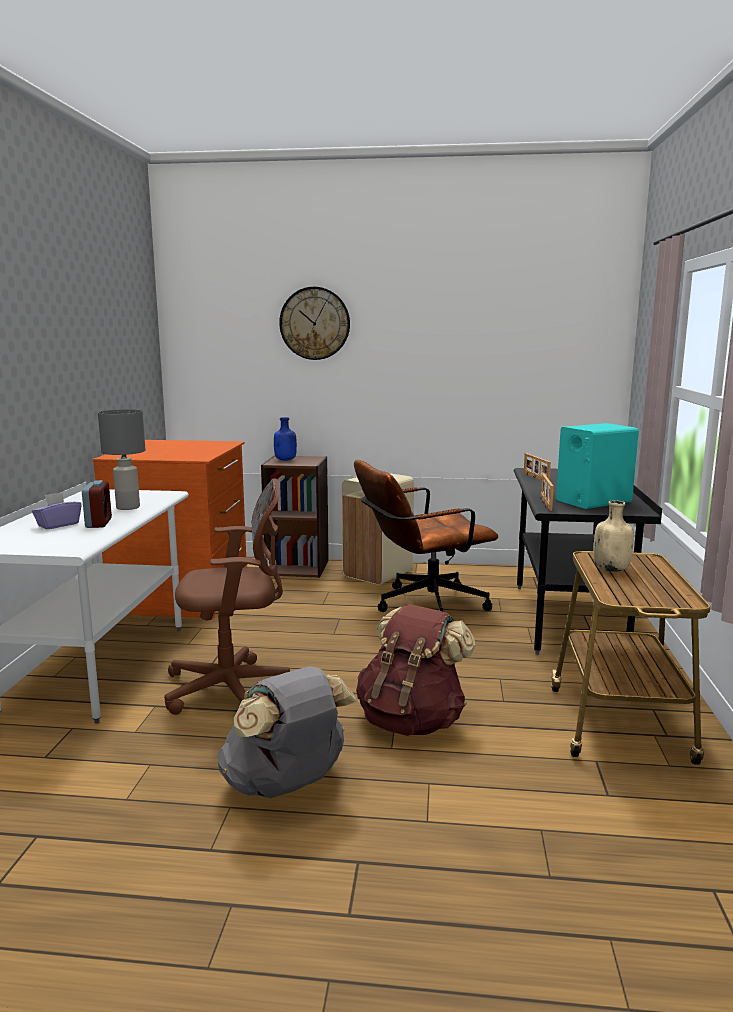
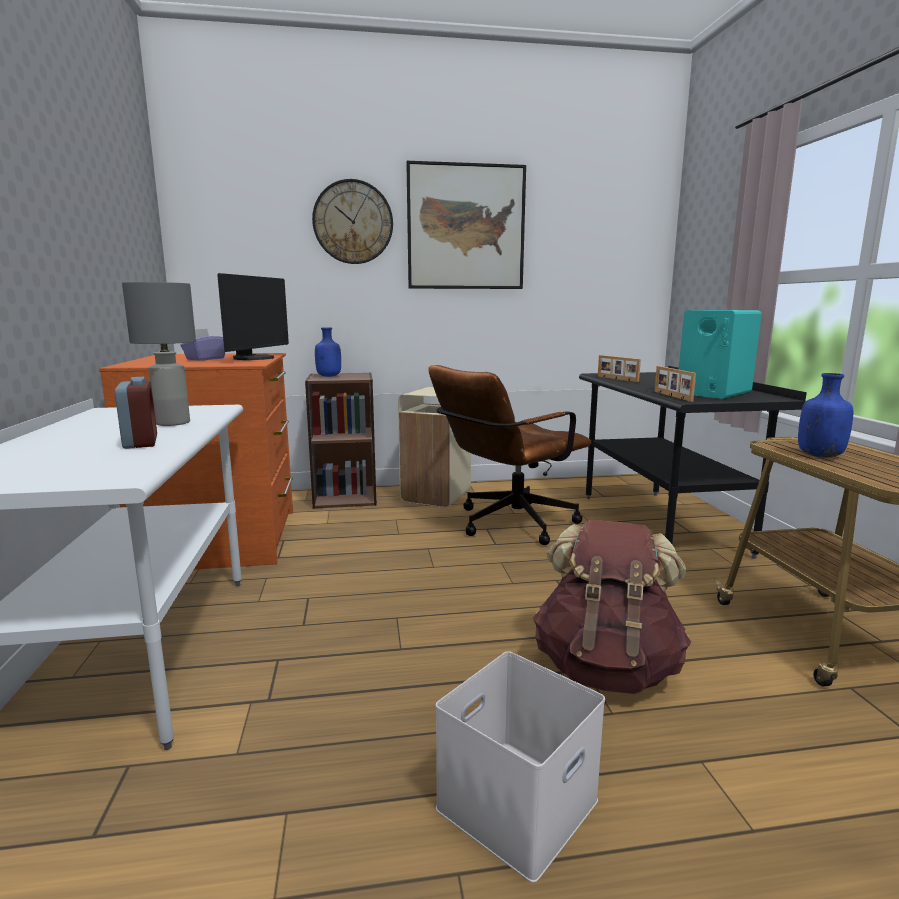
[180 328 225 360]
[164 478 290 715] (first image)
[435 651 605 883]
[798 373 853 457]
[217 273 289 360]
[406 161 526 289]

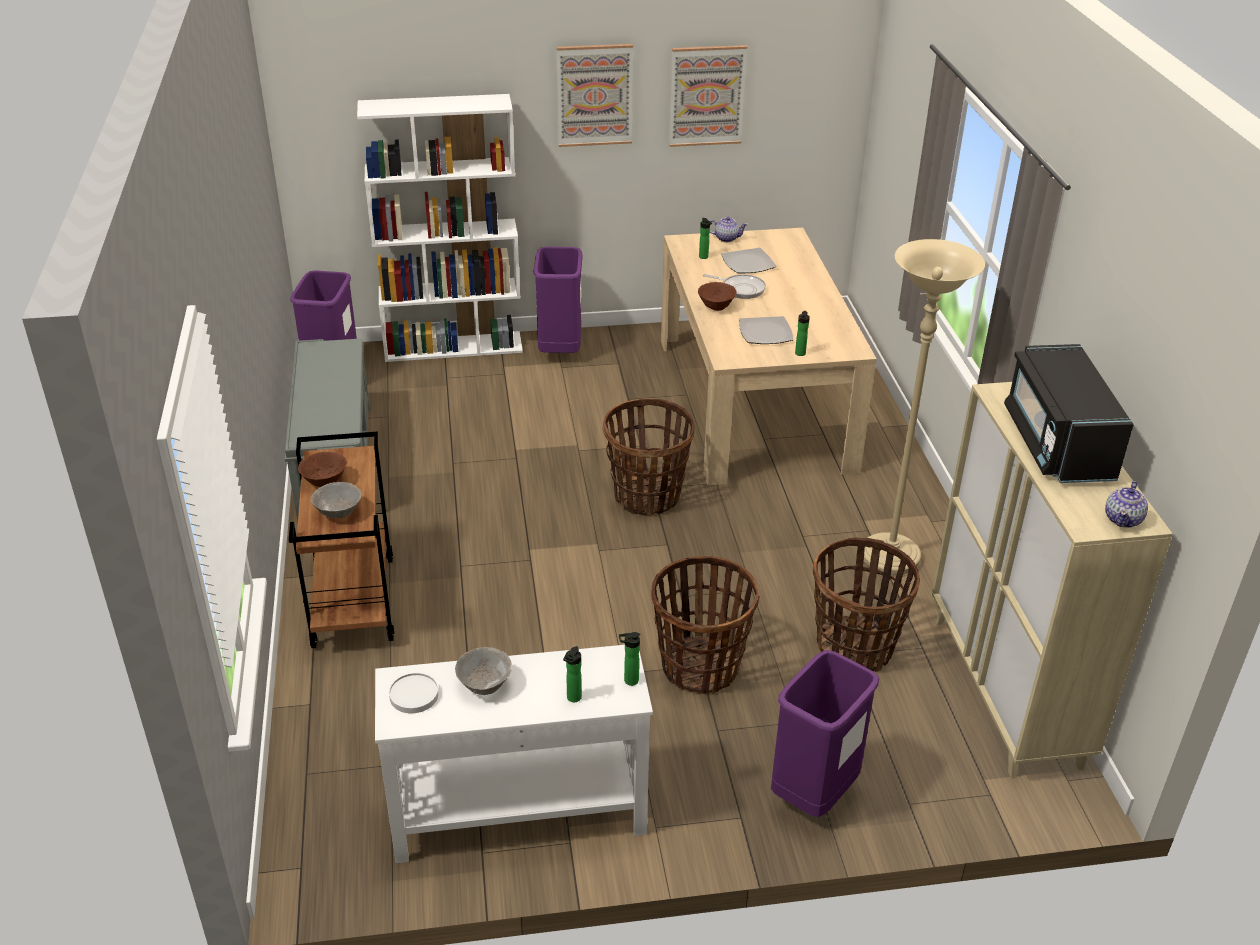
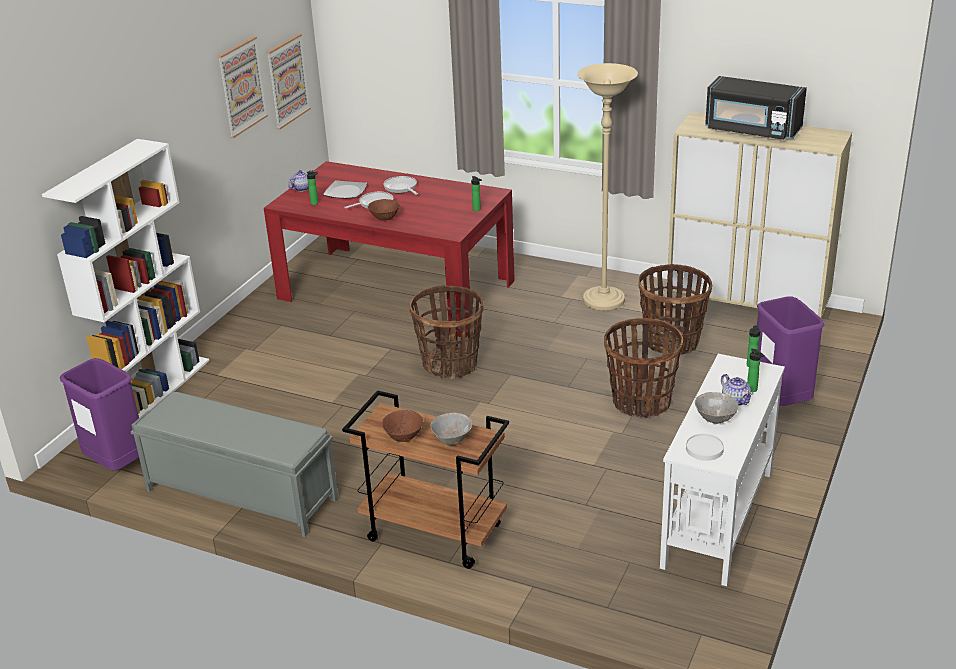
[534 247 583 353] (first image)
[266 34 311 130]
[264 161 515 338]
[739 316 794 344] (first image)
[721 374 753 406]
[384 176 418 195]

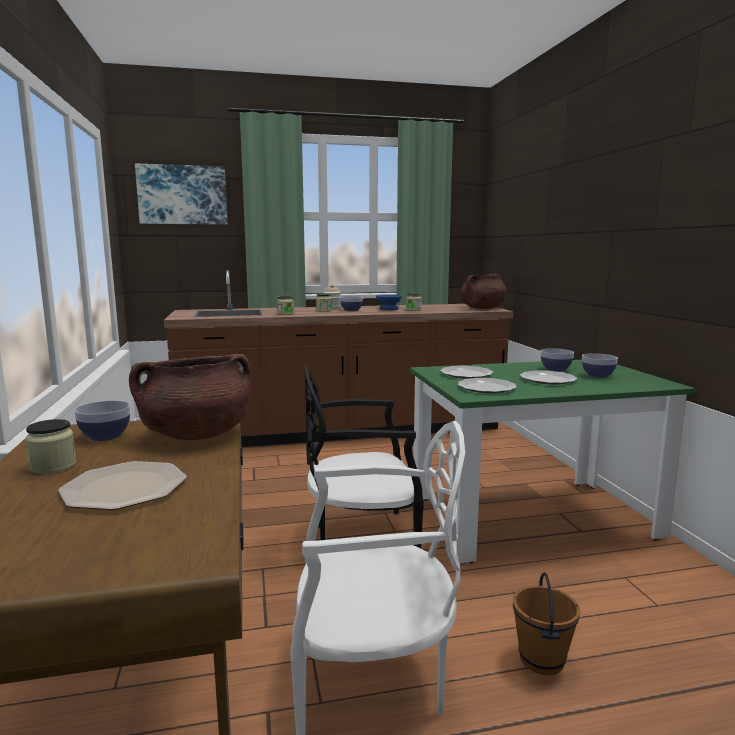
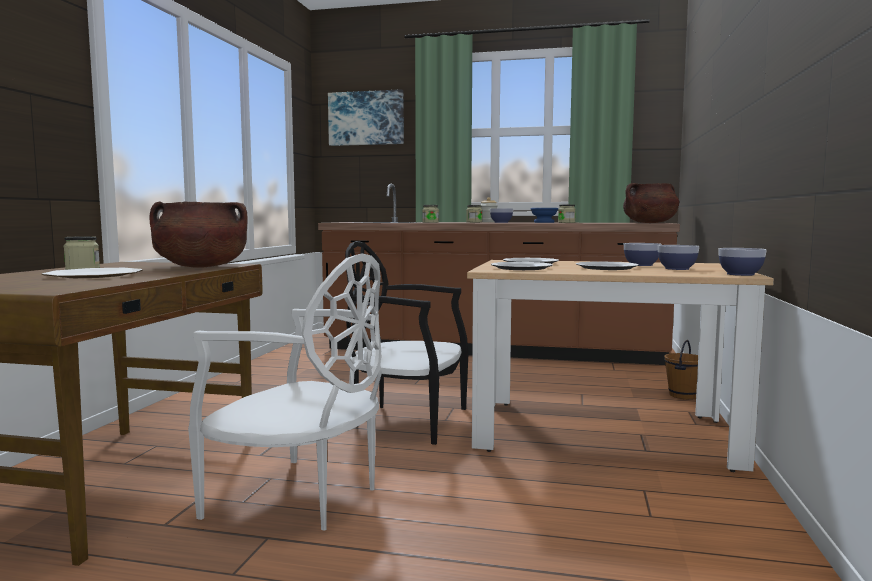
[719 248 766 276]
[467 260 774 472]
[664 340 698 399]

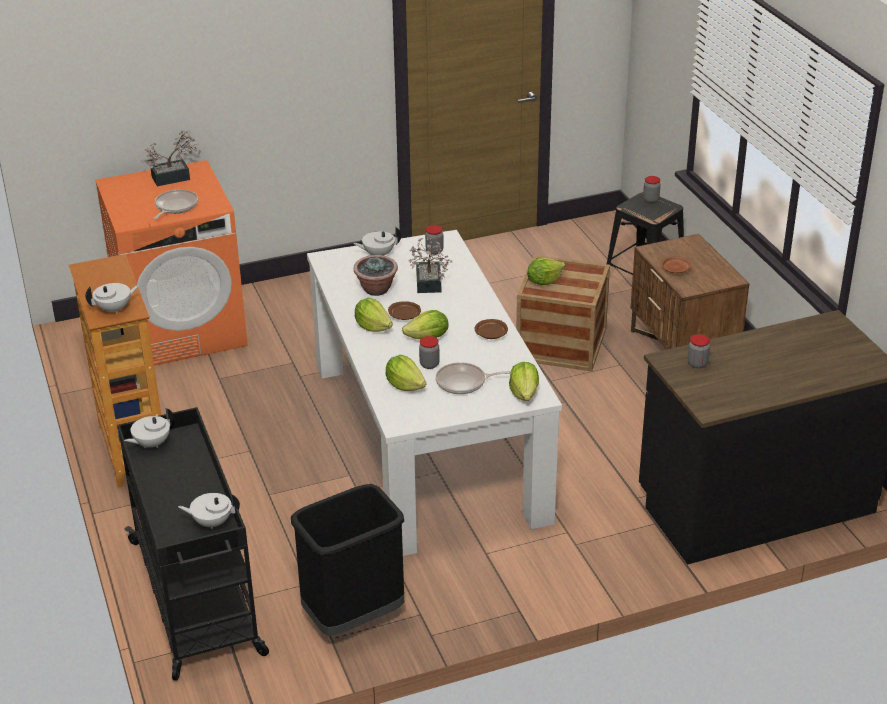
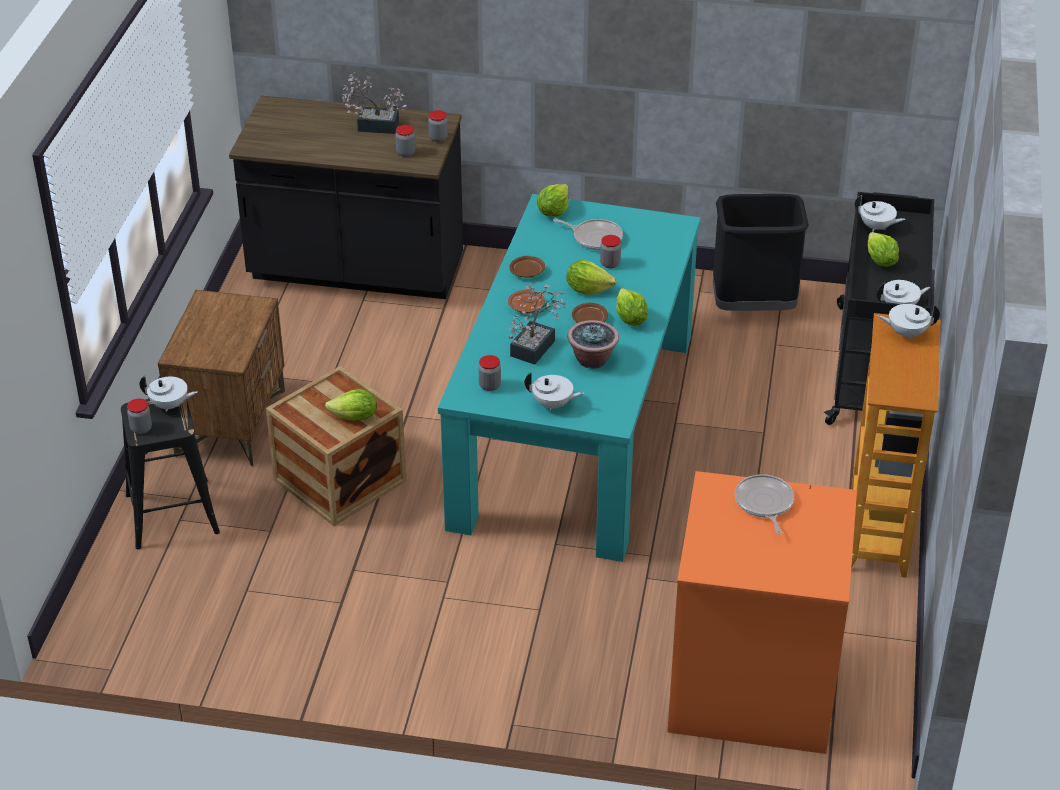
[342 72 407 134]
[735 474 794 535]
[438 194 701 562]
[868 232 899 267]
[508 290 545 313]
[139 376 198 412]
[428 110 448 142]

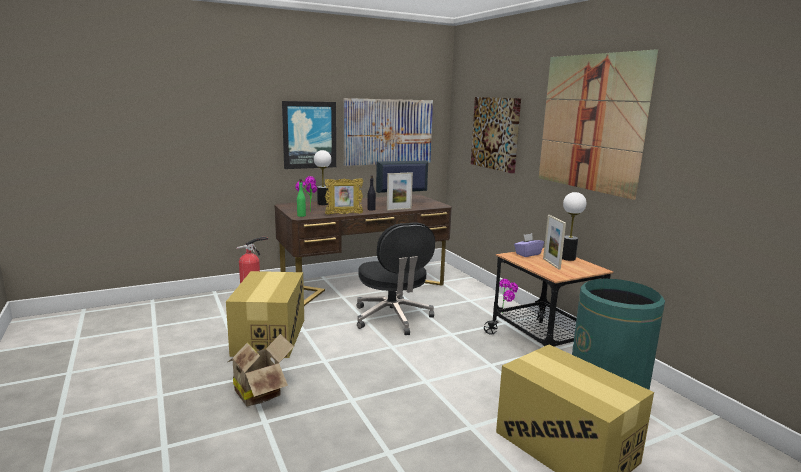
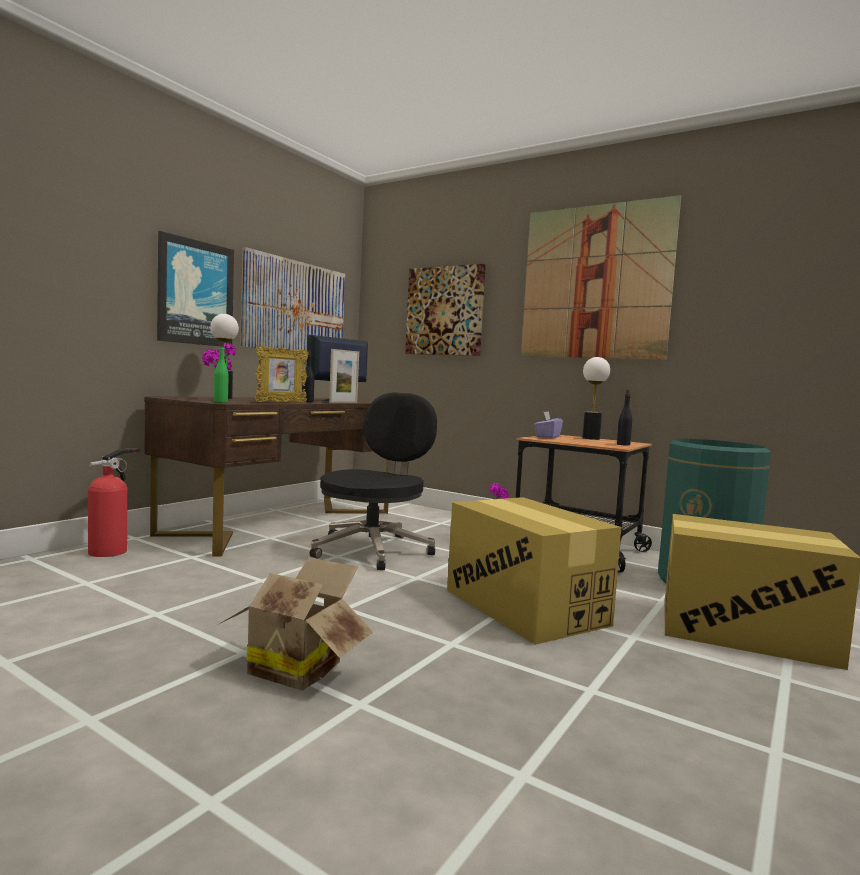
[447 497 621 645]
[310 392 437 570]
[543 215 566 269] (first image)
[617 389 632 446]

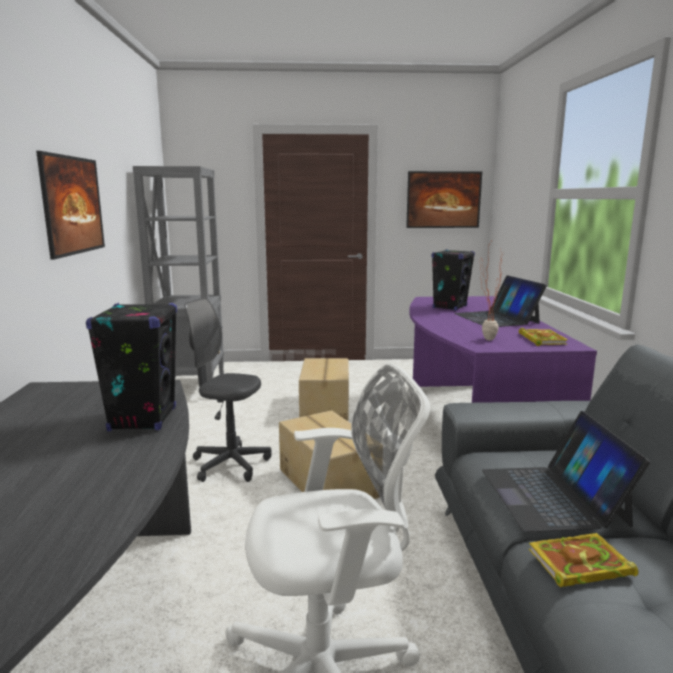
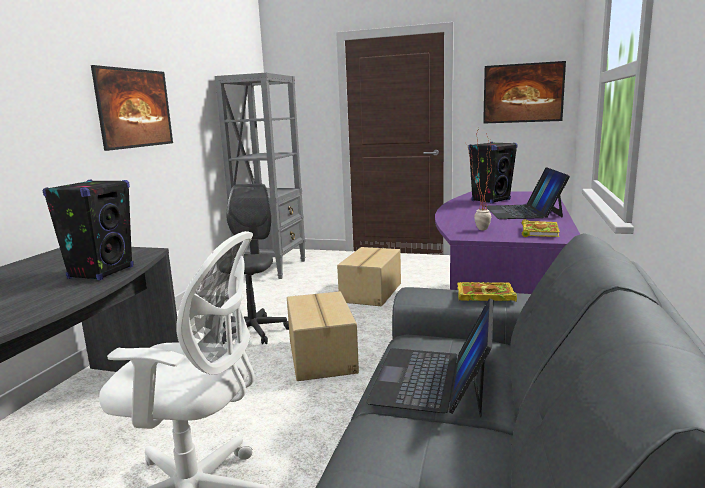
[221 184 289 344]
[457 282 517 302]

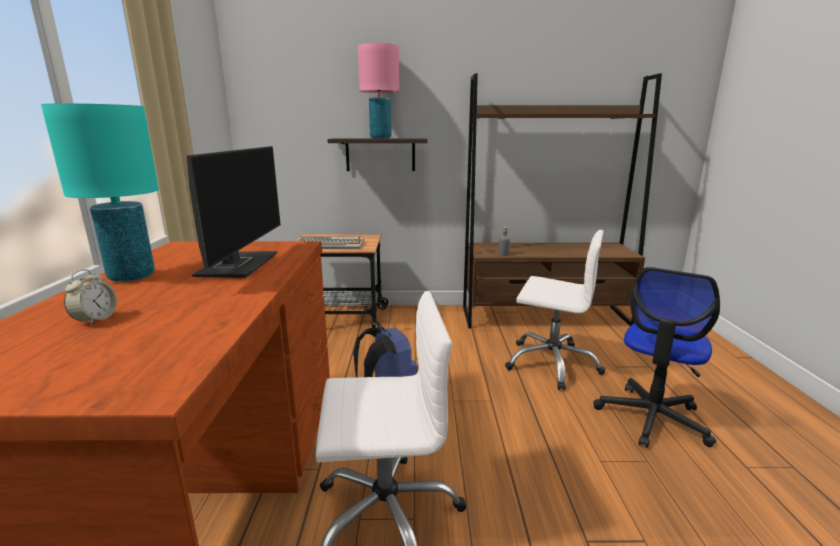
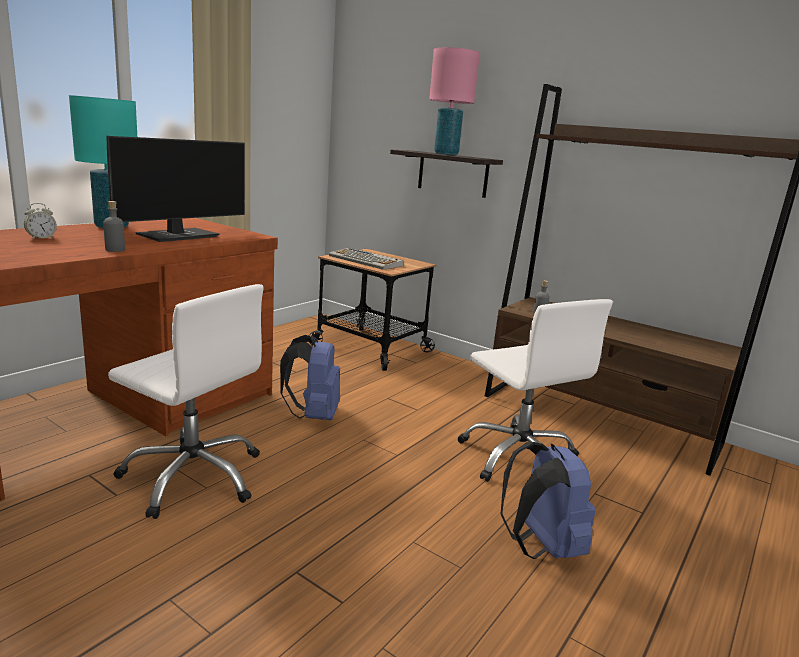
[501 442 596 559]
[103 201 125 252]

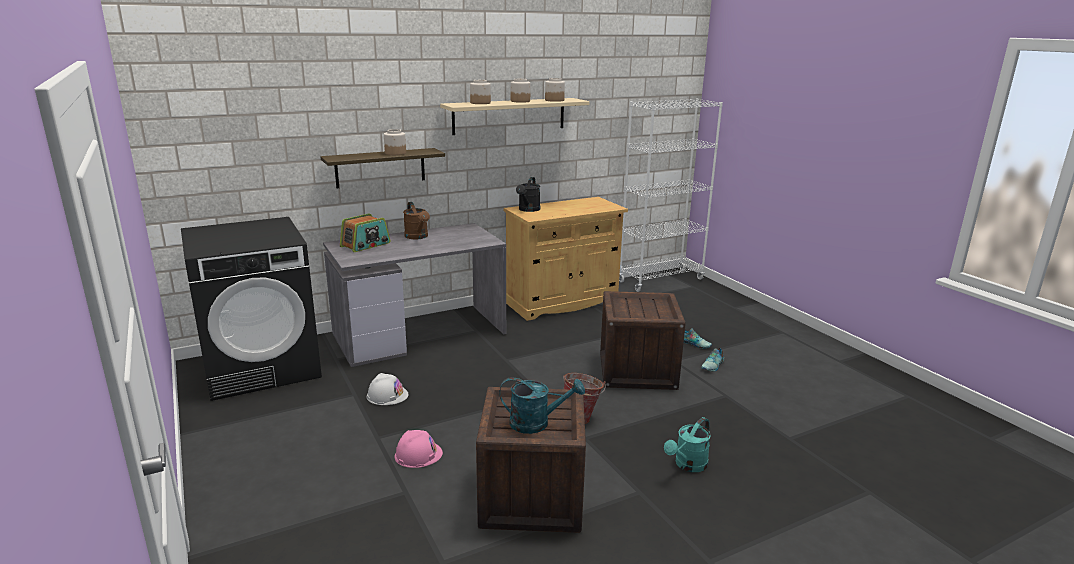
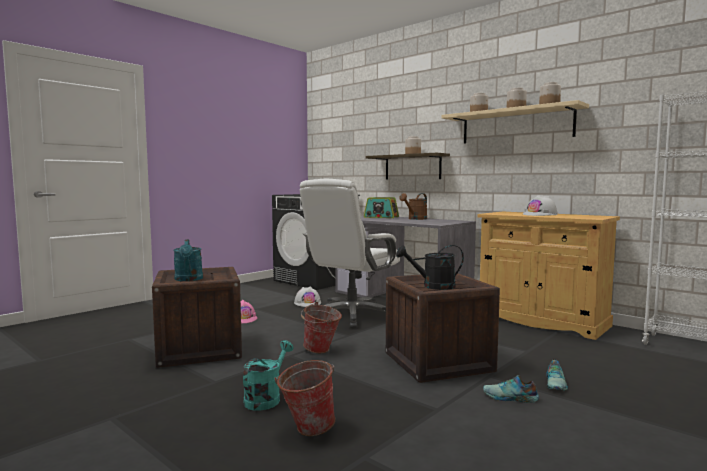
[396 245 464 290]
[243 340 293 411]
[275 360 335 436]
[300 179 400 328]
[523 196 558 216]

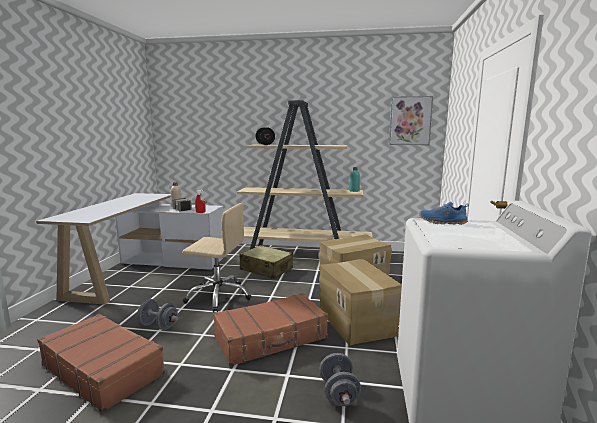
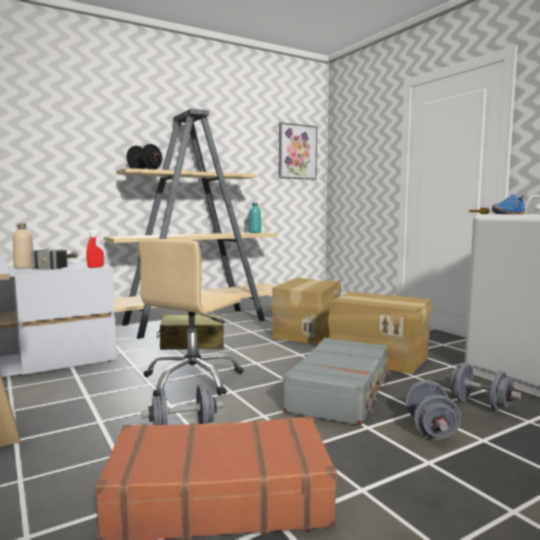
[138 239 243 397]
[282 338 391 426]
[405 380 461 440]

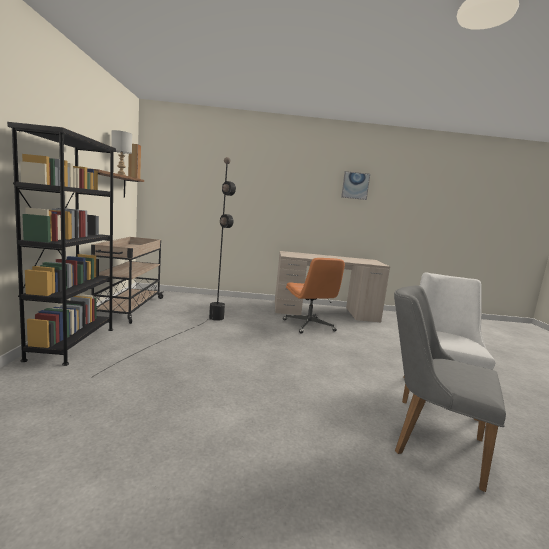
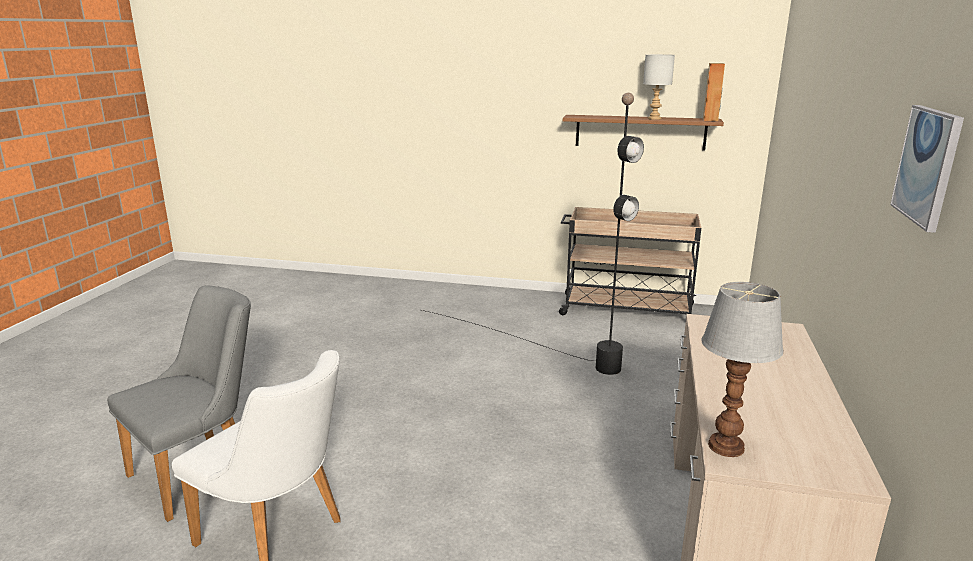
[7 122 116 366] (first image)
[283 258 345 334] (first image)
[701 282 784 457]

